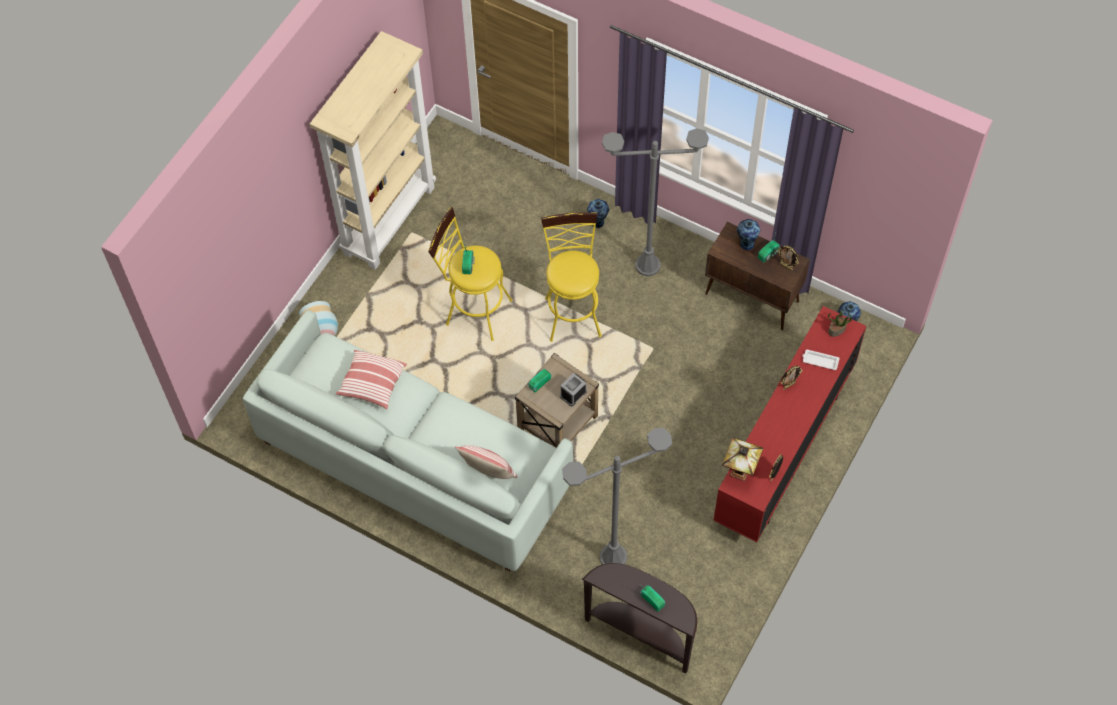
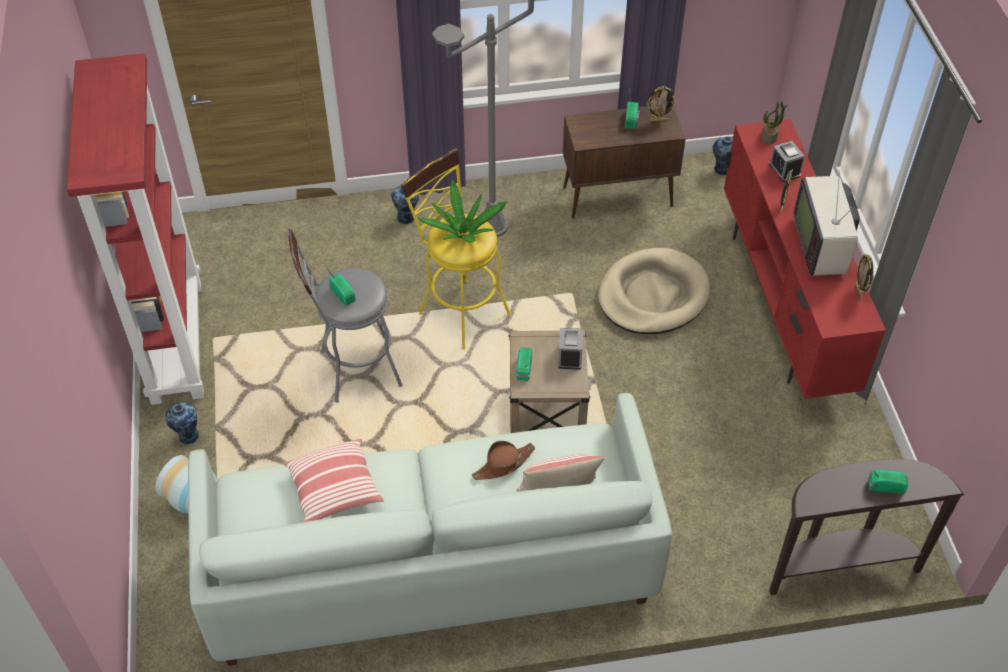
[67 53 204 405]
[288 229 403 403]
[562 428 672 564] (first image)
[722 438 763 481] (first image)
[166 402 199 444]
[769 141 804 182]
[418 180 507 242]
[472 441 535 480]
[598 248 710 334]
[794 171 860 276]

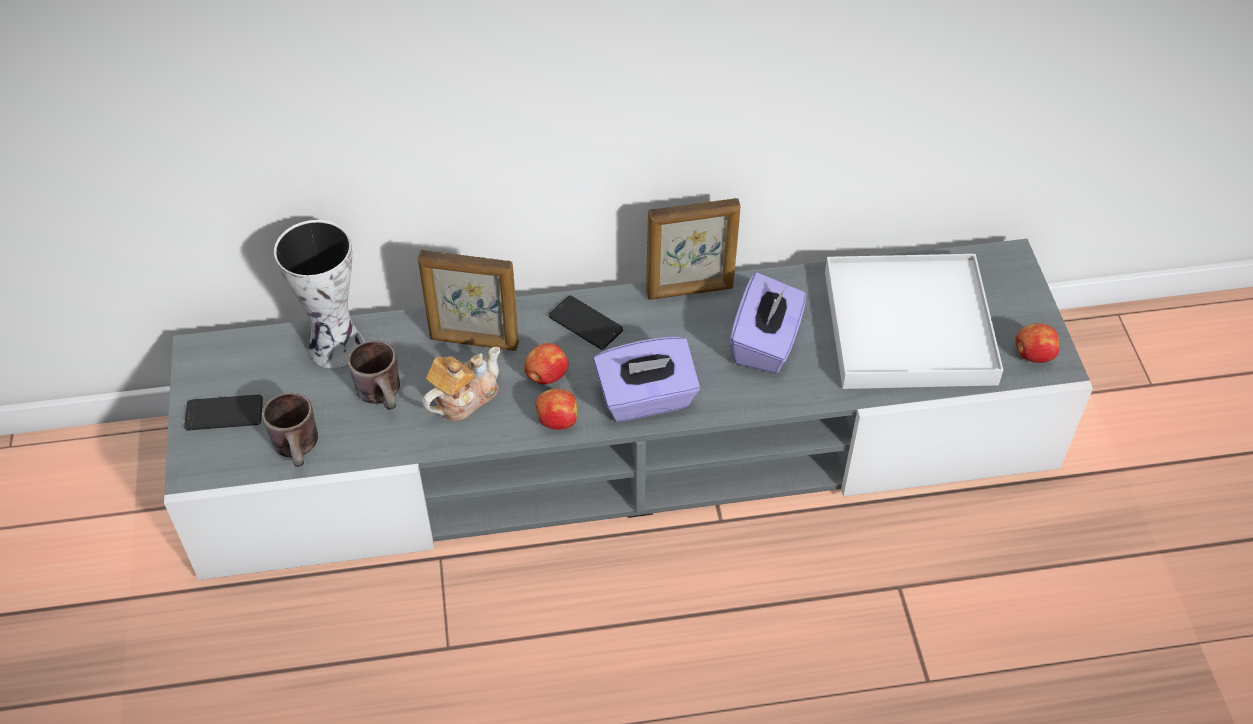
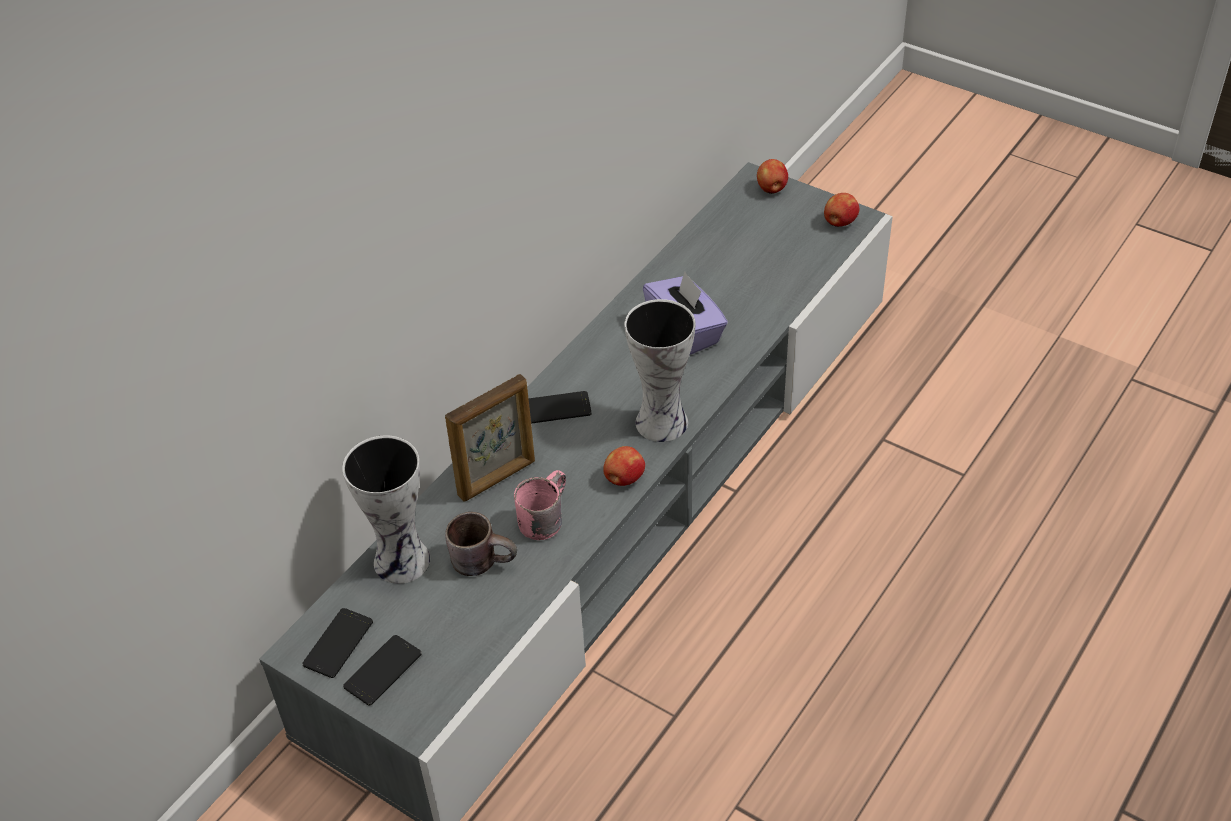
[262 393 318 467] (first image)
[514 470 566 540]
[757 159 788 194]
[624 299 696 442]
[646 198 740 300] (first image)
[825 254 1003 389] (first image)
[302 608 373 678]

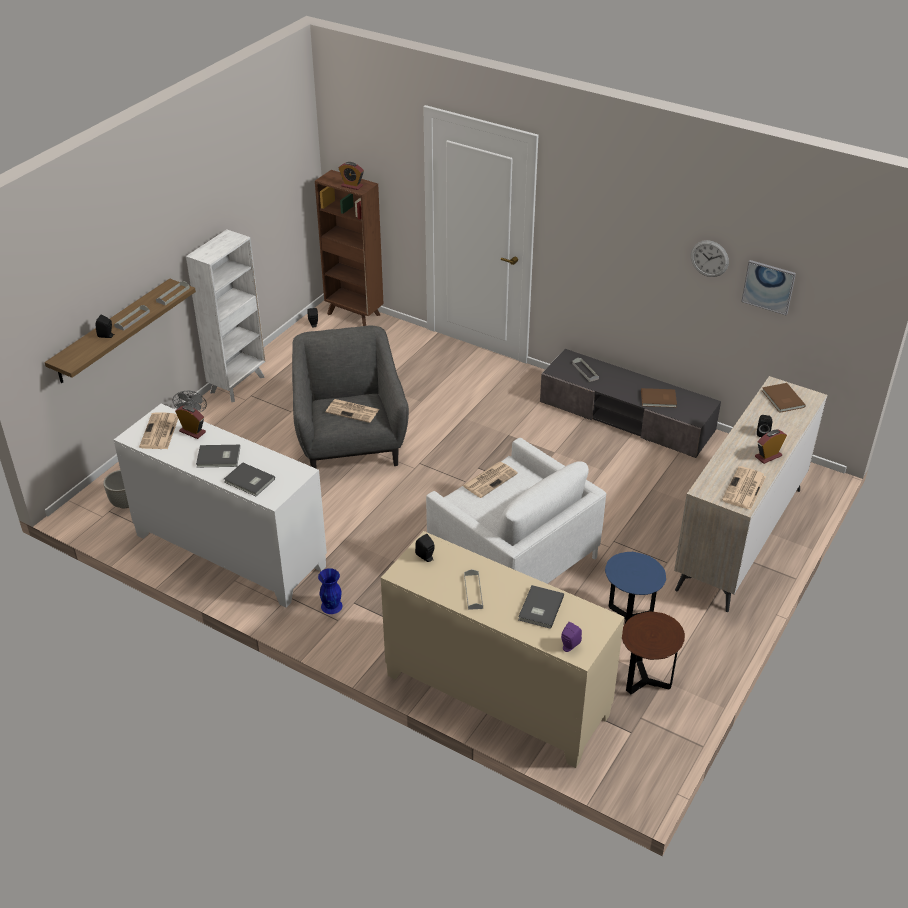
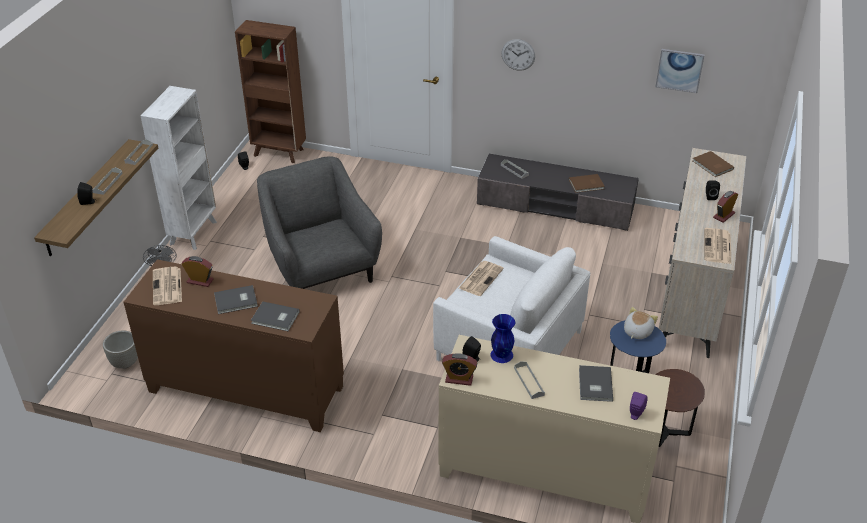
[124 259 344 432]
[490 314 515 363]
[326 399 379 423] (first image)
[442 353 477 386]
[501 39 535 71]
[624 307 658 339]

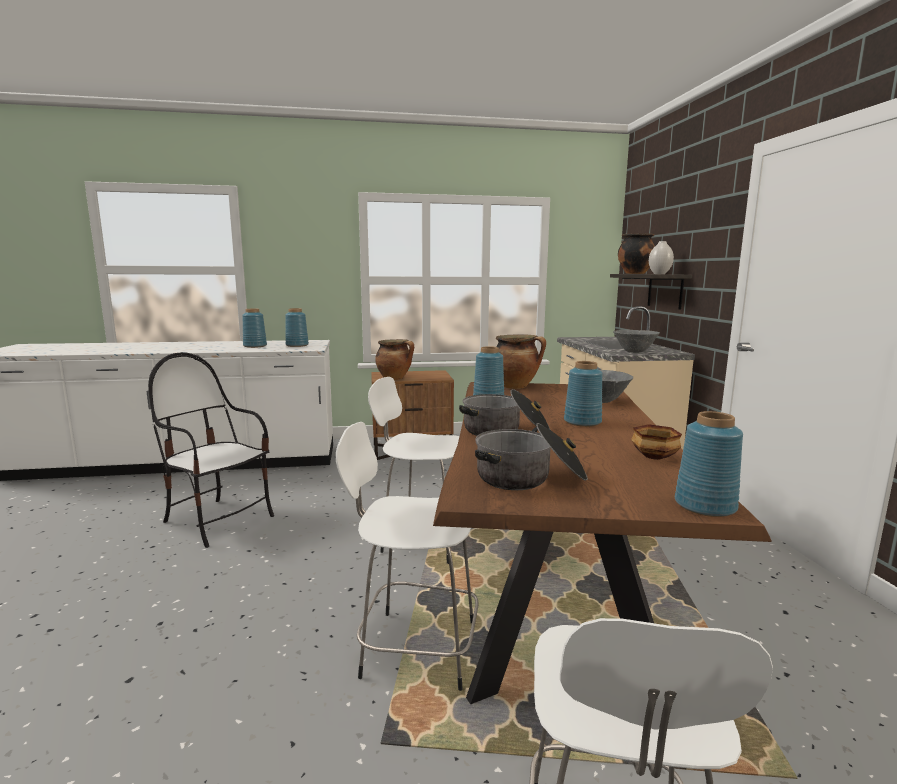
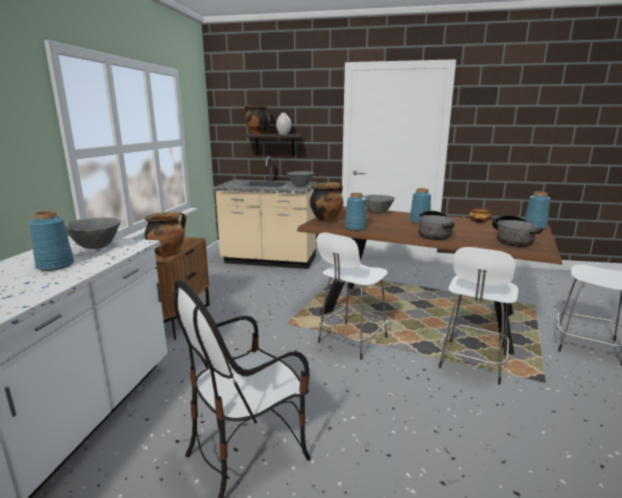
[65 218 121 249]

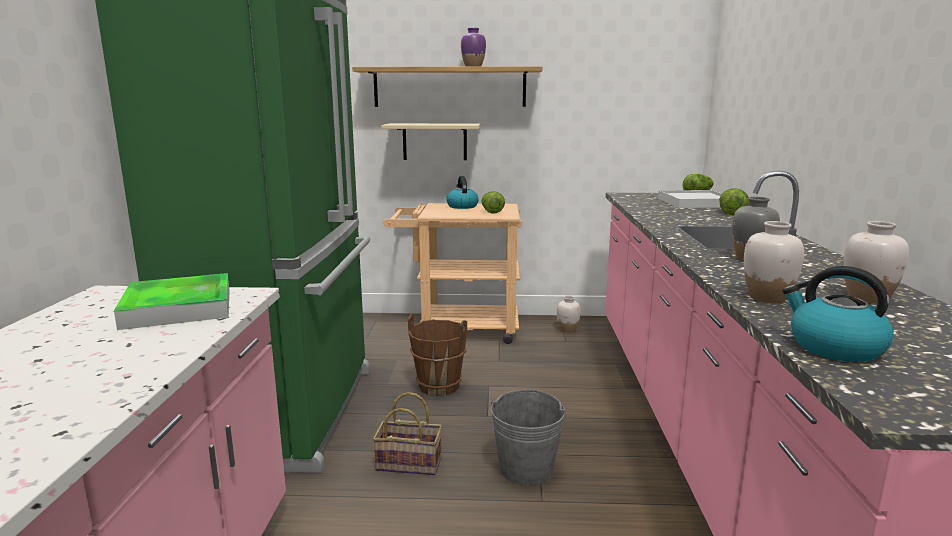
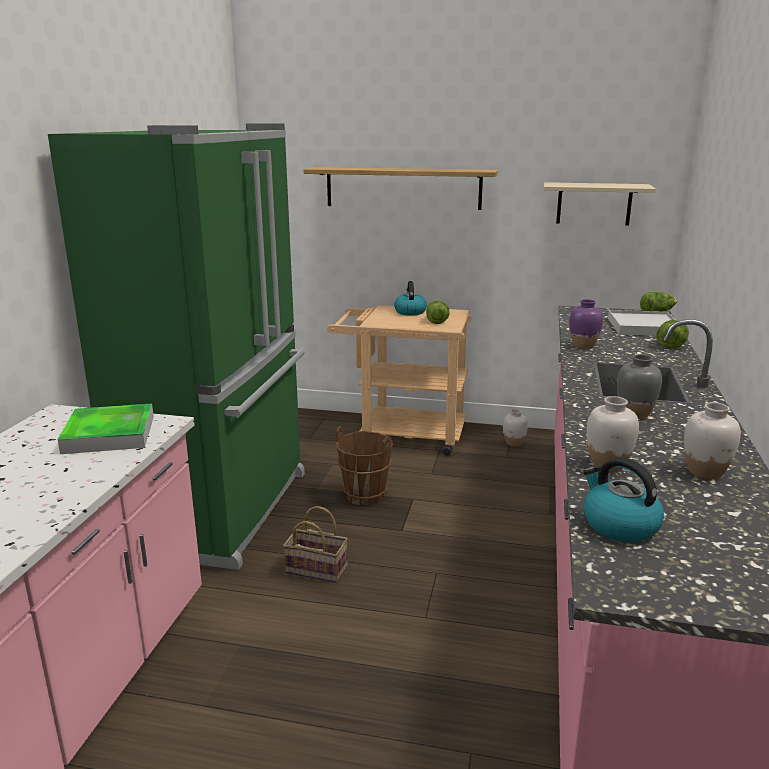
[544 182 656 226]
[569 299 603 349]
[490 389 566 485] (first image)

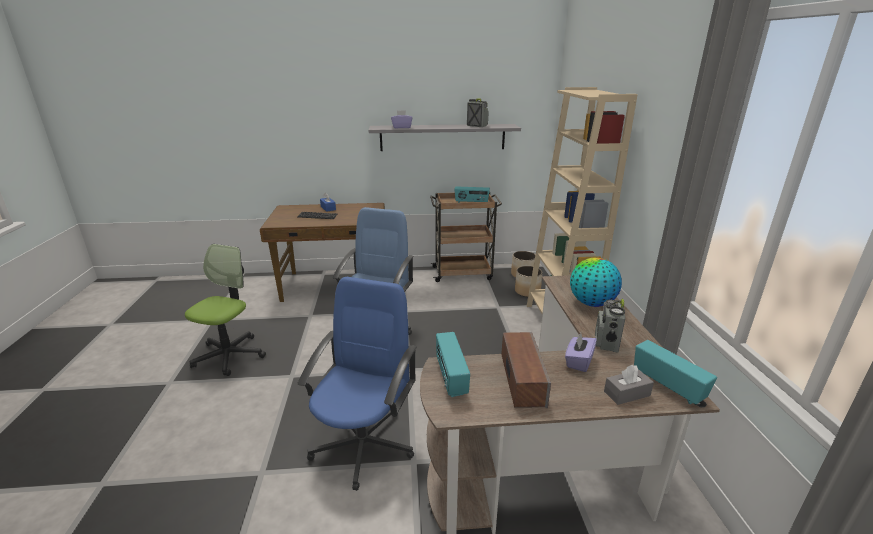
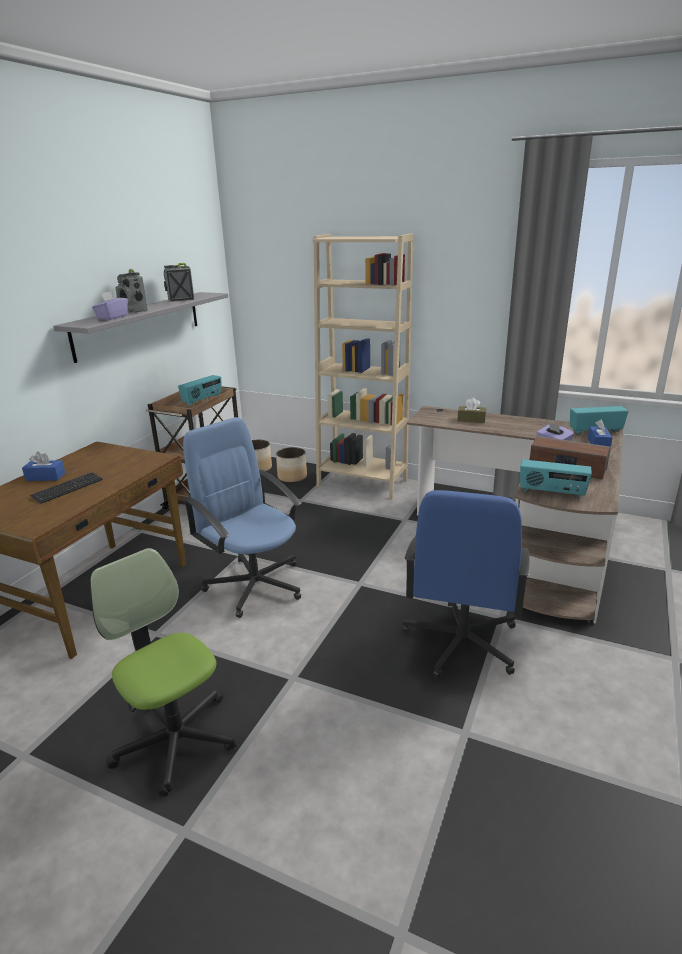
[402 490 530 678]
[458 398 486 423]
[116 269 148 313]
[588 420 612 447]

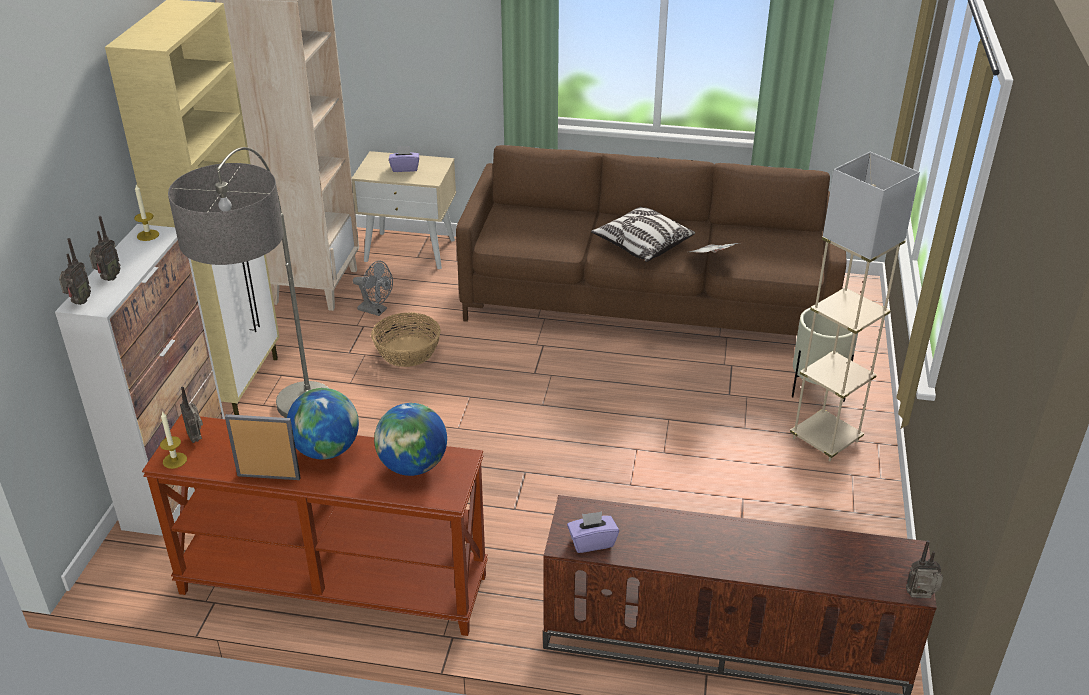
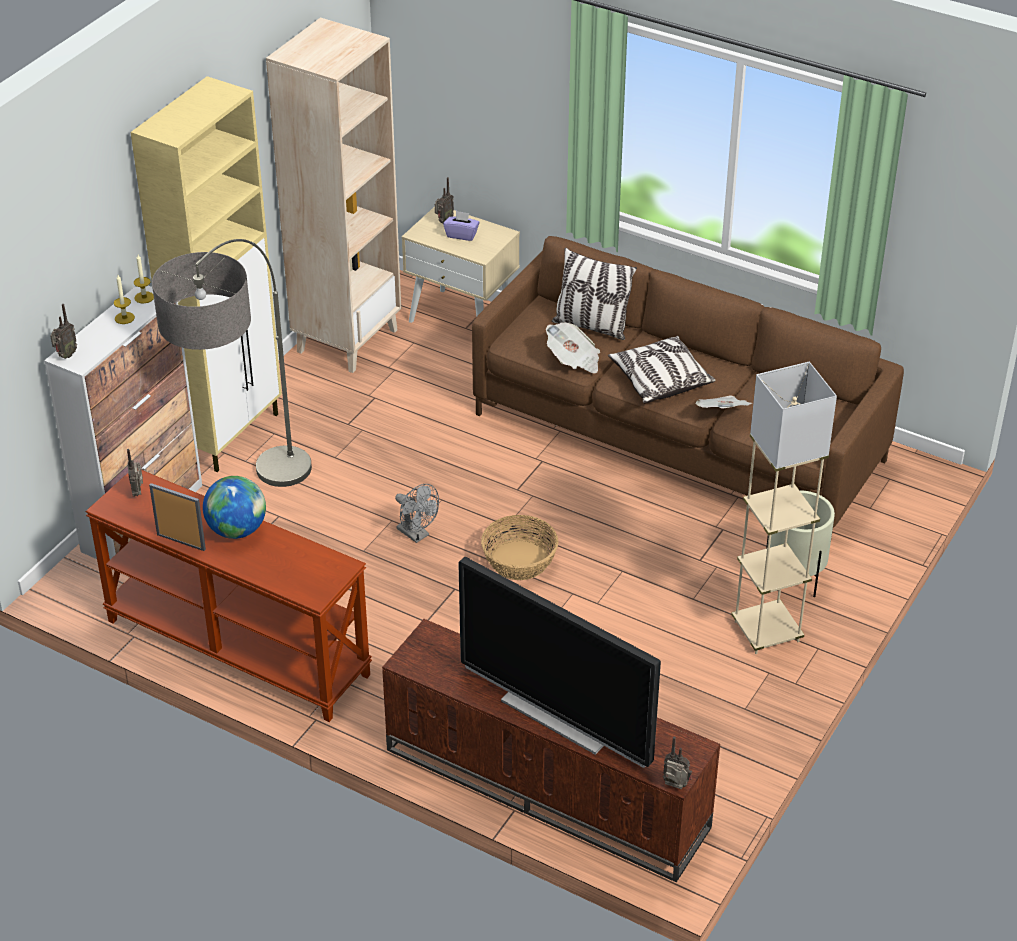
[435 177 454 223]
[114 275 135 324]
[395 484 439 543]
[481 515 558 580]
[374 403 447 476] (first image)
[567 511 619 553] (first image)
[458 557 661 768]
[546 322 600 374]
[552 248 637 340]

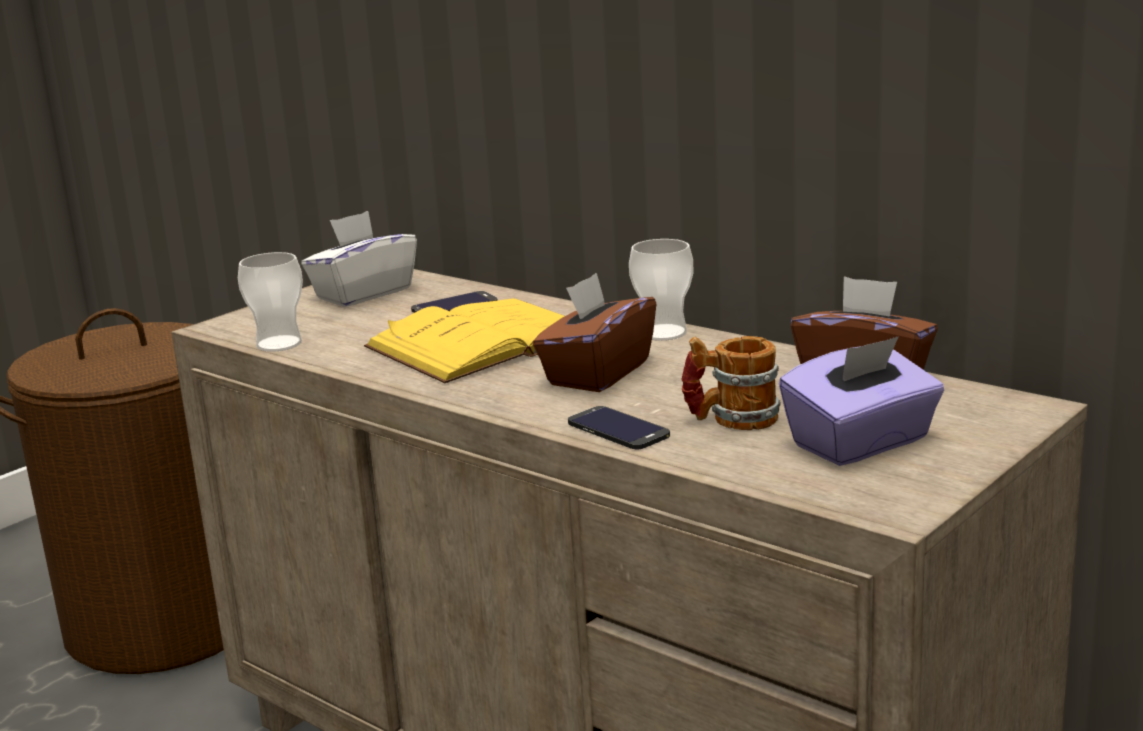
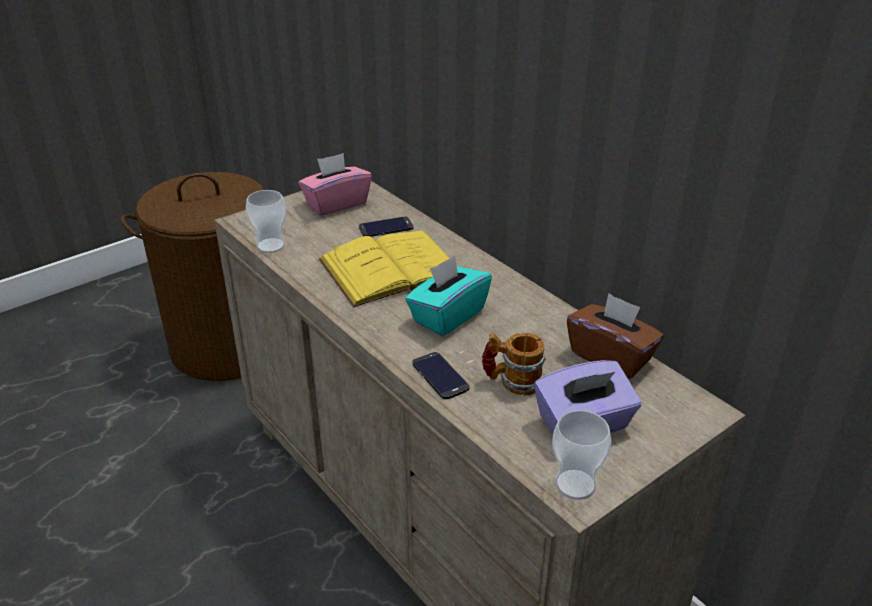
[298 153 372 216]
[405 255 492 336]
[552 410 611 500]

